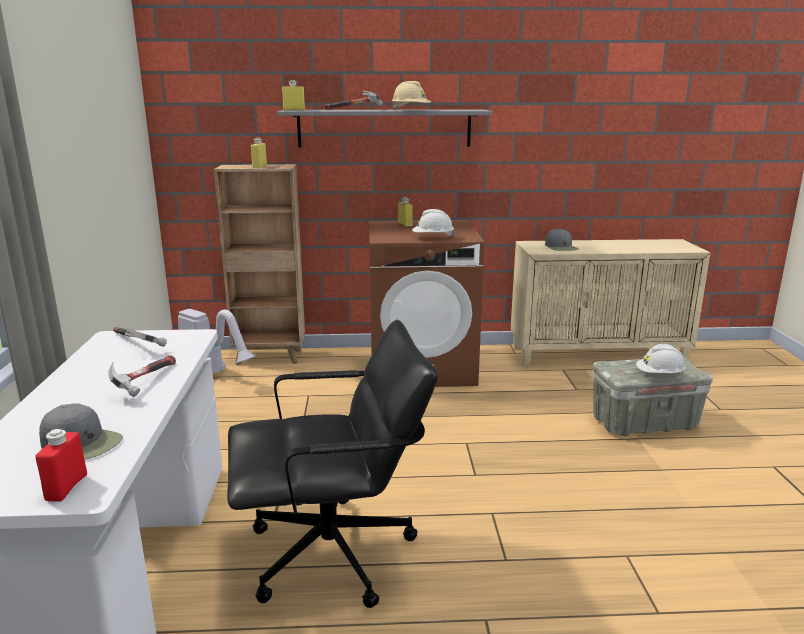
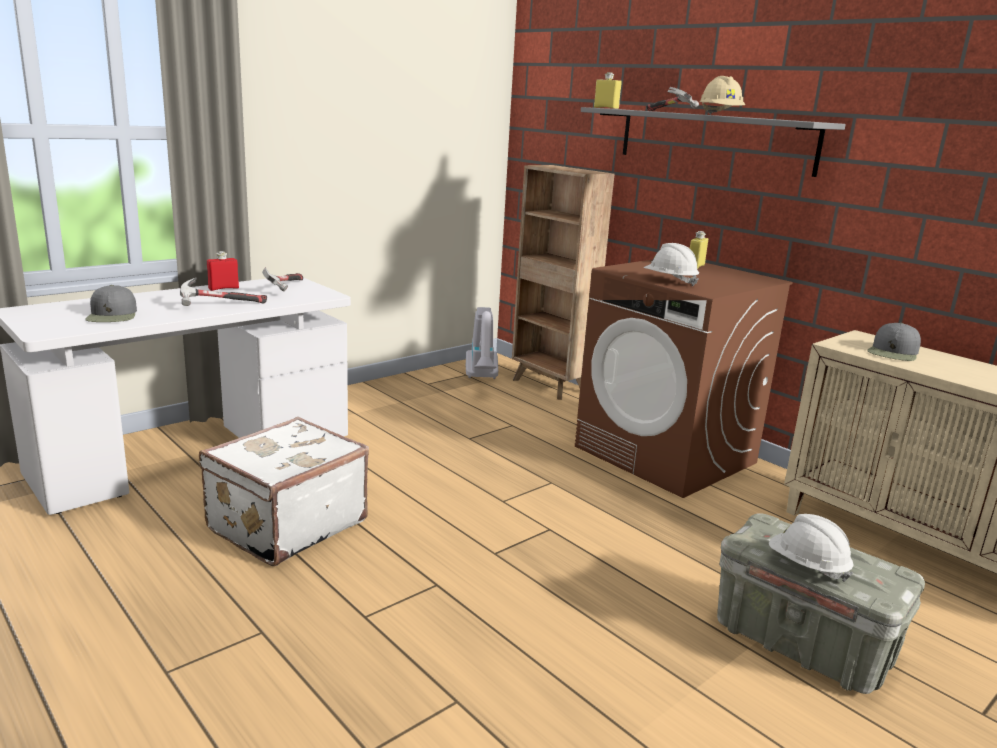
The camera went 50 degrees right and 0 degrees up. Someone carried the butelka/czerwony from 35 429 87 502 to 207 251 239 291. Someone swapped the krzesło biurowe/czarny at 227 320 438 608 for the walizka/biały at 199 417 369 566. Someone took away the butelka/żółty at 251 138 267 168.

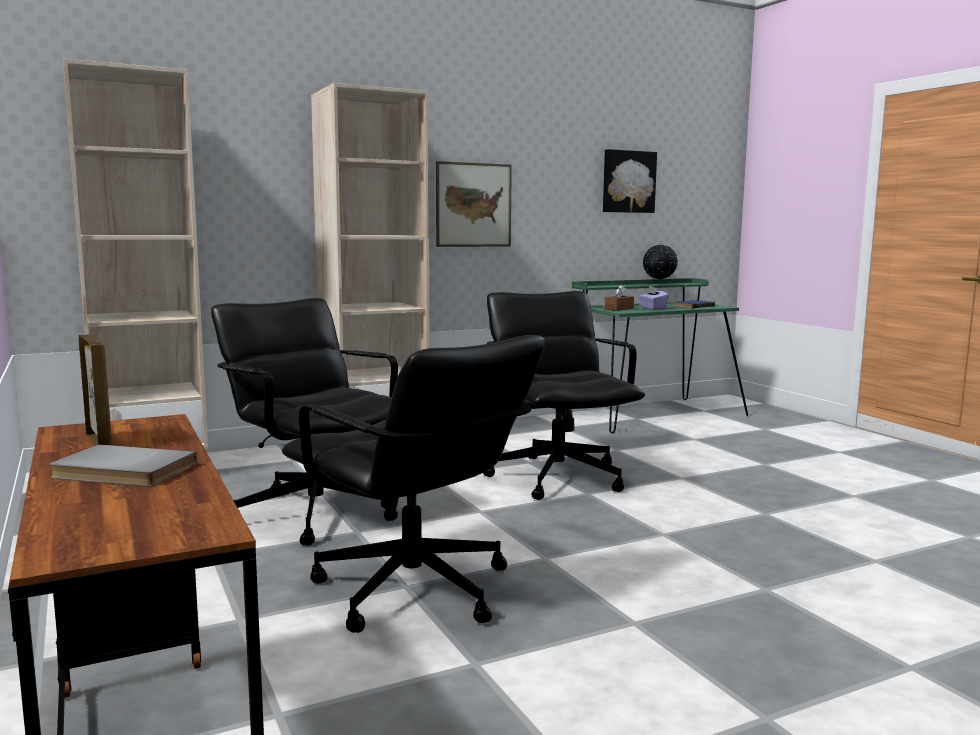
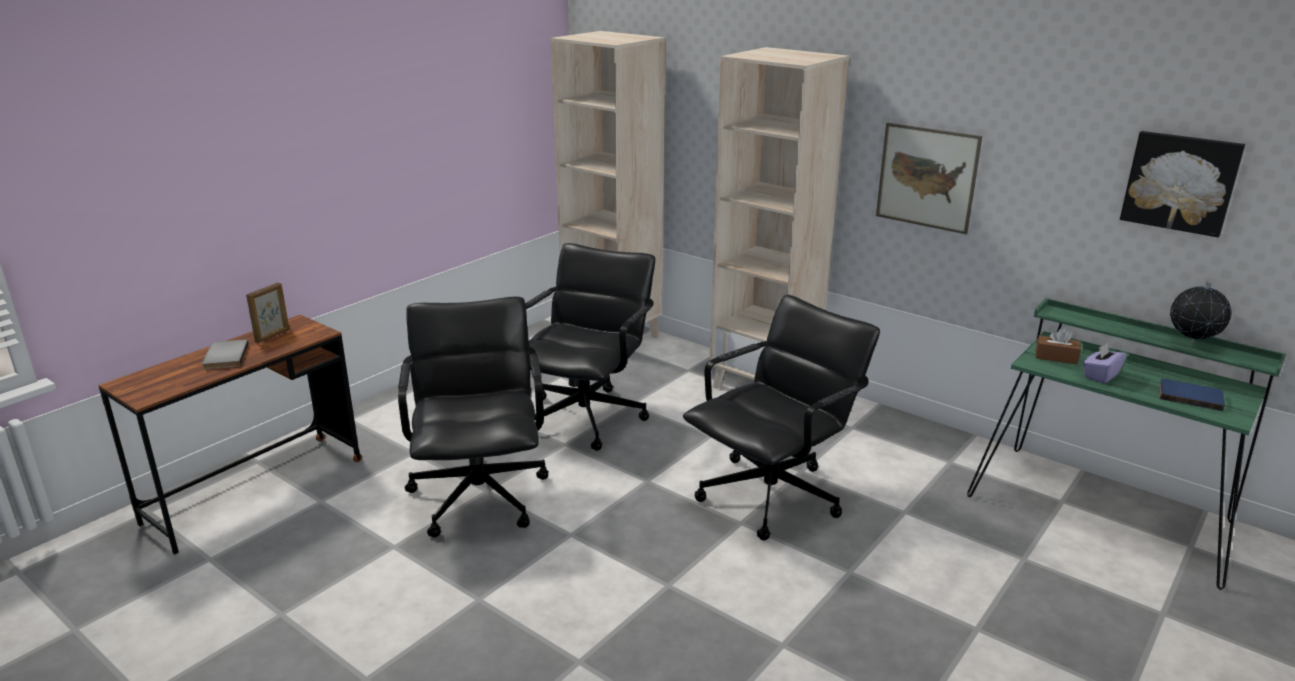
The camera went 65 degrees right and 15 degrees up. Someone rotated the krzesło biurowe/czarny at 282 335 545 633 by 150 degrees clockwise.

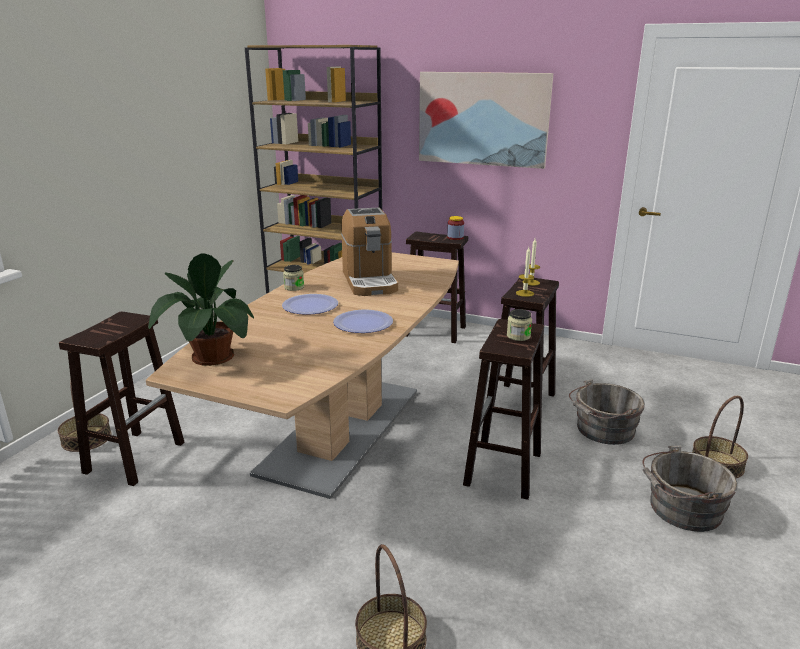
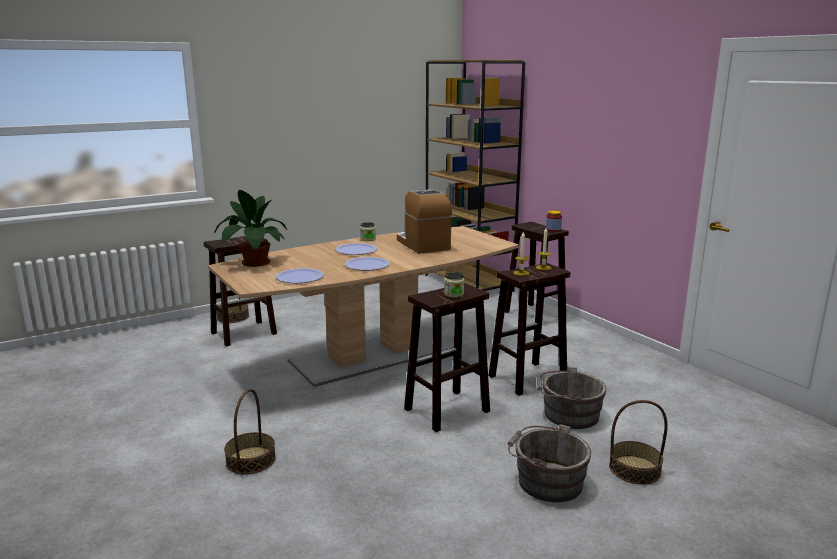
The camera went 35 degrees right and 5 degrees down. Someone rotated the ekspres do kawy at 341 208 398 296 by 135 degrees clockwise. Someone took away the obraz at 419 72 554 169. Someone put down the talerz at 275 268 324 283.

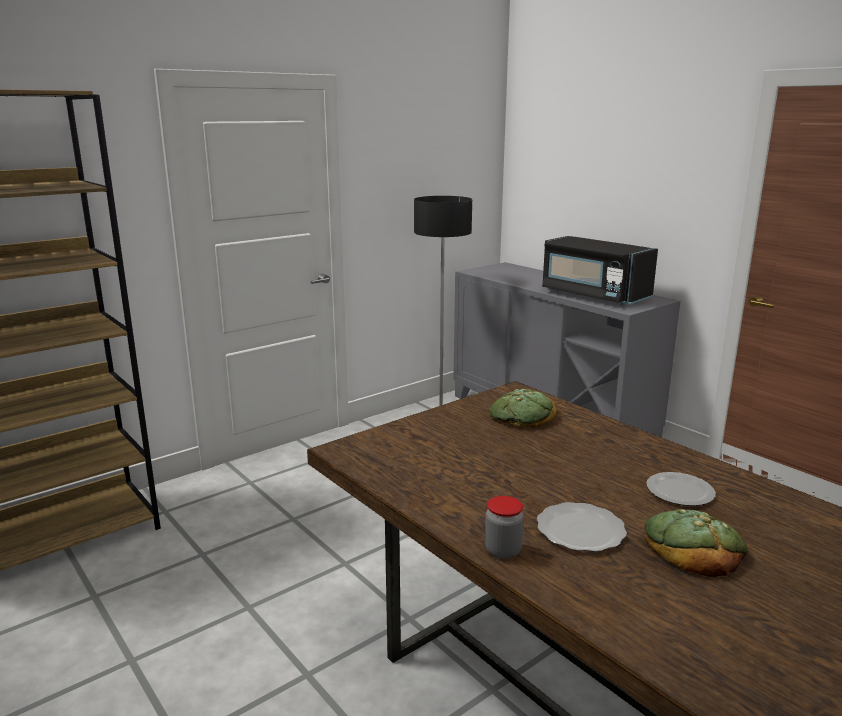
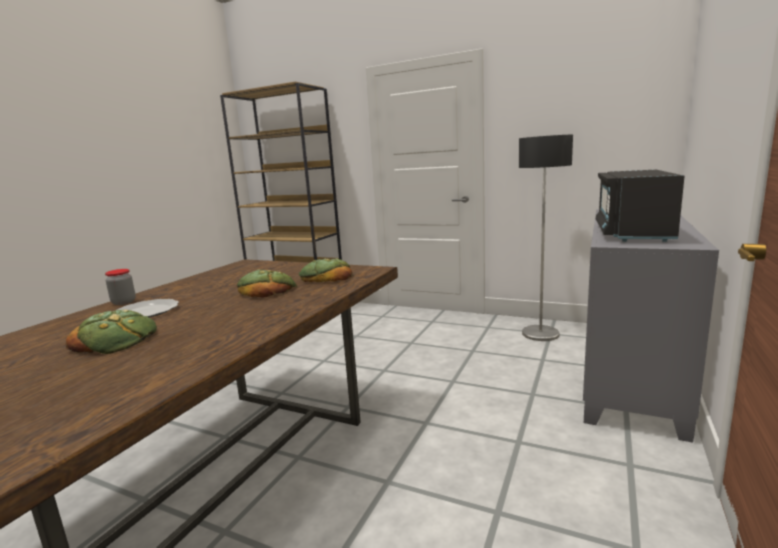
The camera went 65 degrees right and 5 degrees down. Someone took away the talerz at 646 472 716 506. Someone put down the chleb at 237 270 297 297.

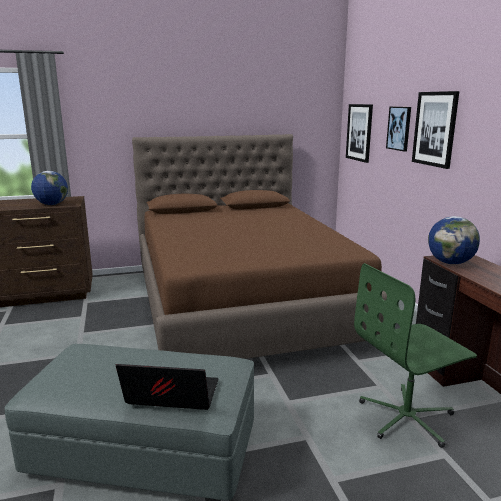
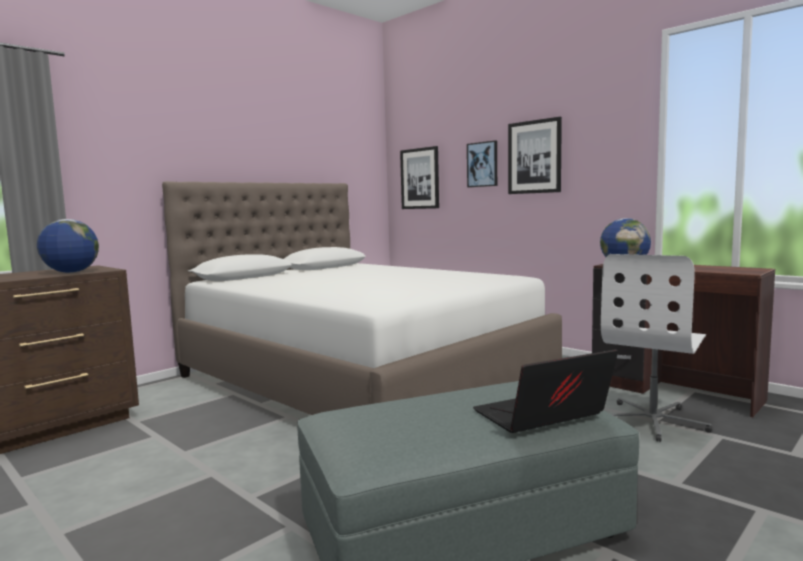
The camera went 30 degrees left and 10 degrees down. Someone repainted the łóżko/brązowy at 132 134 387 359, which became the łóżko/biały at 162 181 562 415. Someone repainted the krzesło biurowe/zielony at 354 263 477 448, which became the krzesło biurowe/biały at 601 254 712 442.

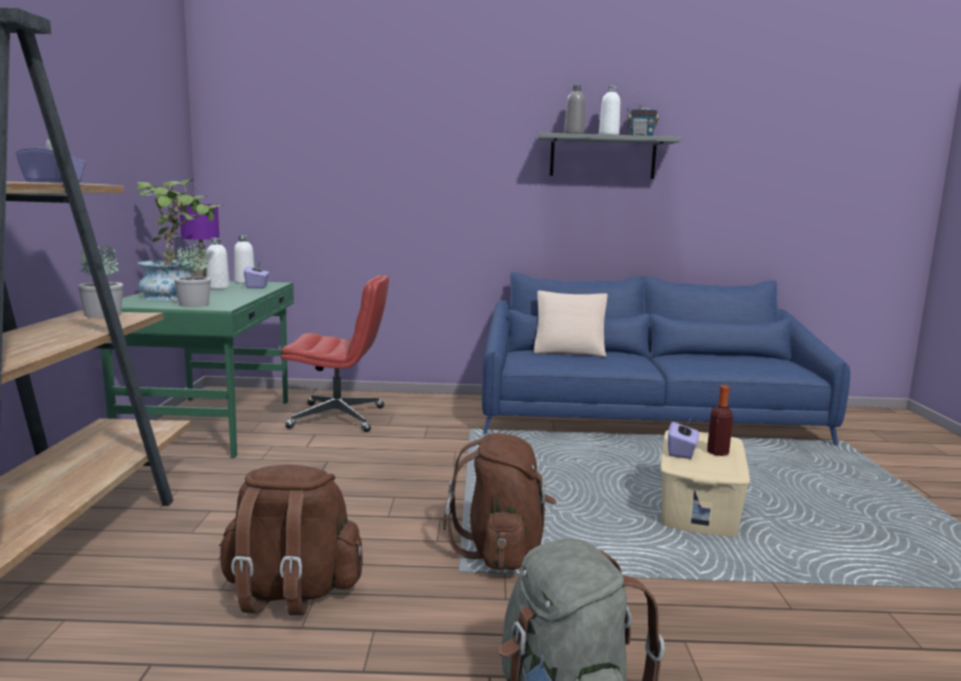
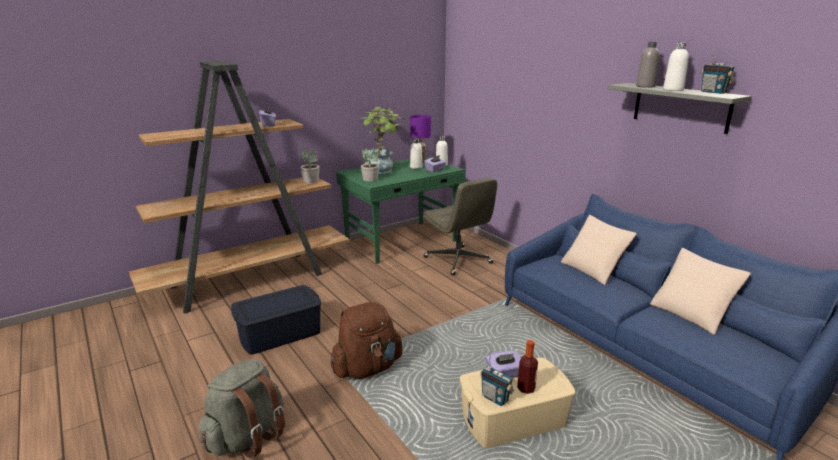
The camera went 55 degrees right and 10 degrees up. Someone swapped the plecak/brązowy at 219 465 363 615 for the pojemnik do przechowywania/niebieski at 231 285 321 355. Someone repainted the krzesło biurowe/czerwony at 281 275 389 432, which became the krzesło biurowe/szary at 423 177 497 275. Someone put down the radio at 480 353 514 406. Someone put down the poduszka/beżowy at 650 248 751 335.

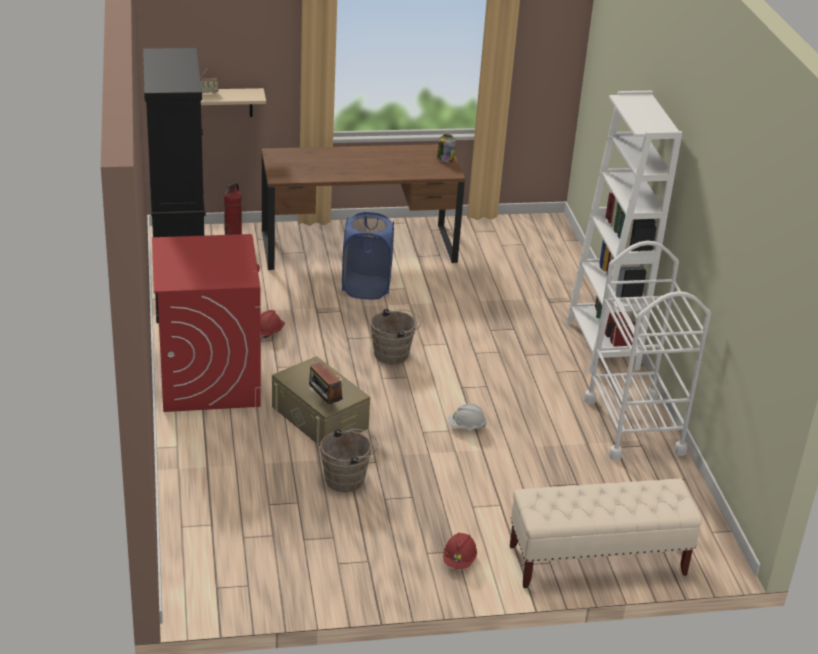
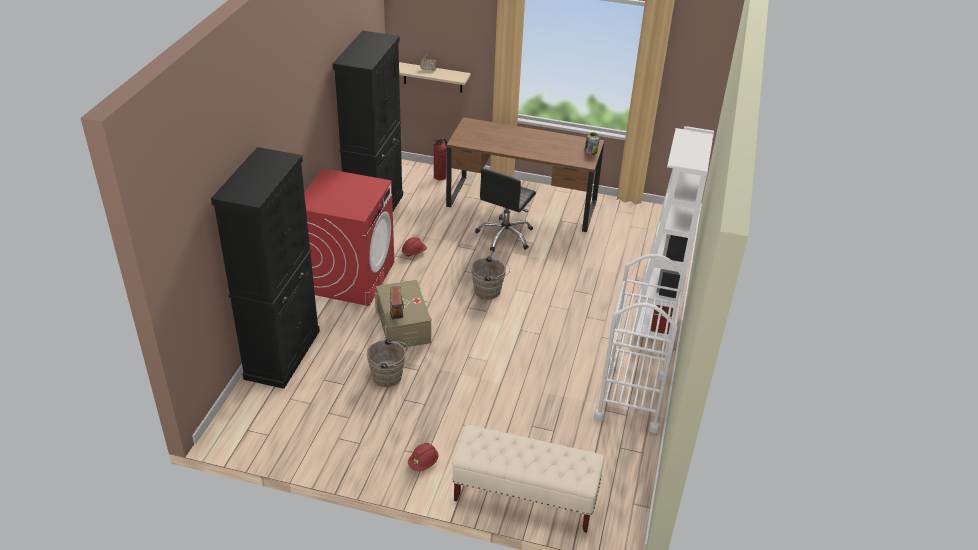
The camera went 25 degrees right and 5 degrees up. Someone swapped the kosz na pranie/niebieski at 342 212 394 299 for the krzesło biurowe/czarny at 475 168 536 252. Someone took away the kask/biały at 448 404 486 429. Someone put down the szafka/czarny at 211 147 320 389.

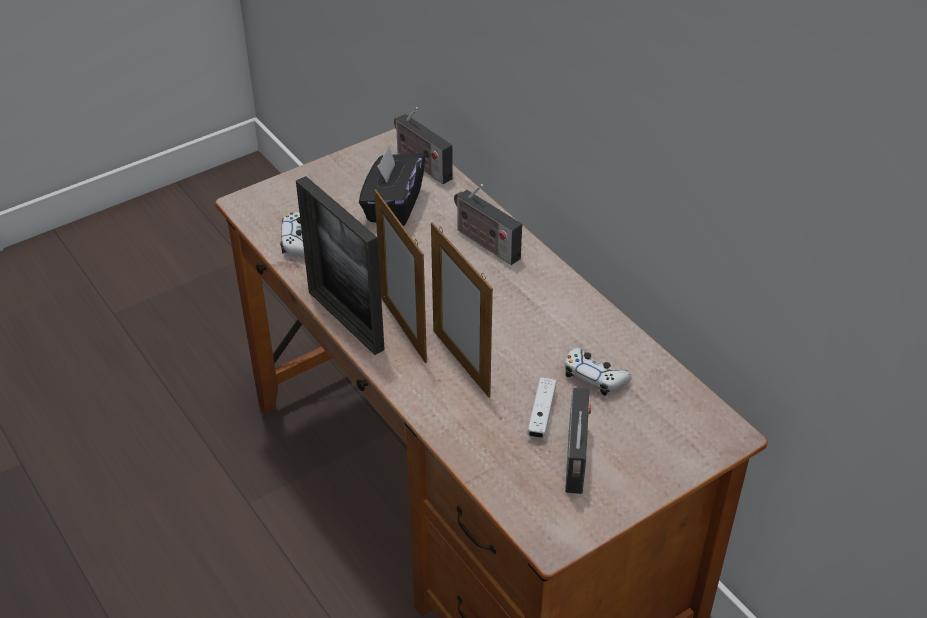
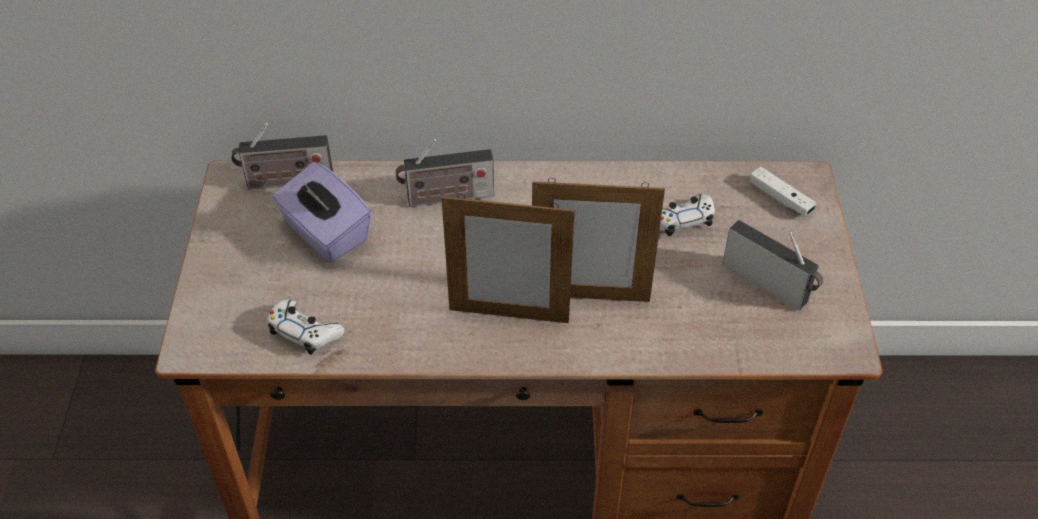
The camera went 55 degrees left and 5 degrees up. Someone took away the ramka na zdjęcie at 296 176 385 355. Someone repainted the pudełko chusteczek/czarny at 359 147 425 226, which became the pudełko chusteczek/fioletowy at 272 162 372 262. Someone carried the pad do gier/biały from 527 377 556 438 to 749 166 816 216.

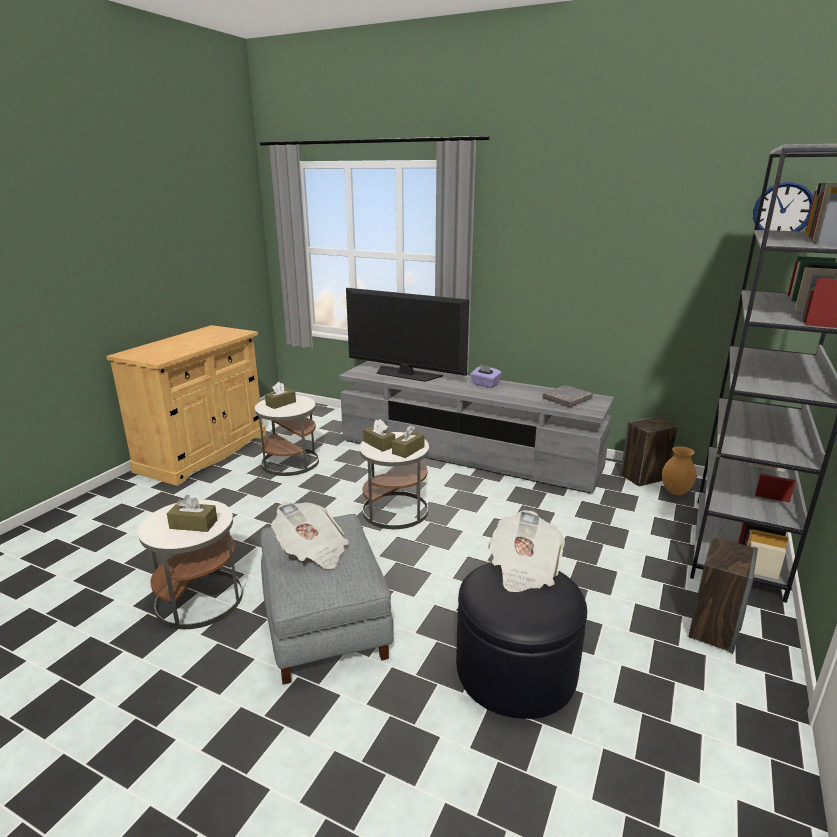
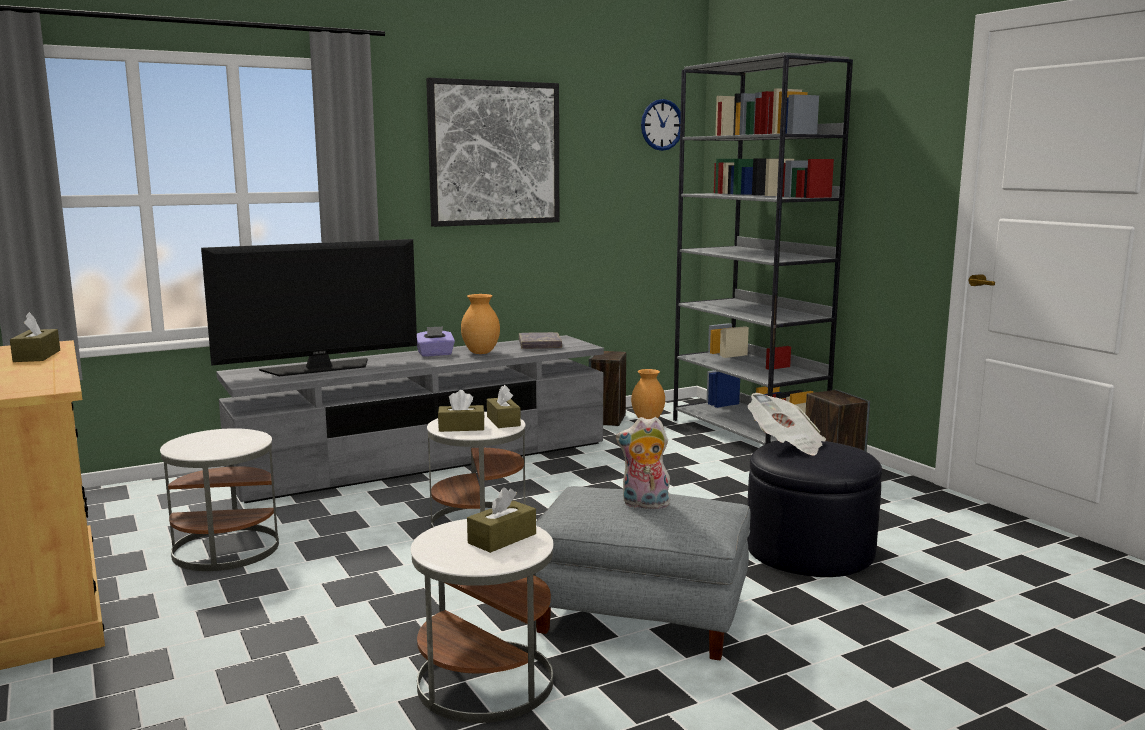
The camera went 55 degrees left and 10 degrees down. Someone carried the pudełko chusteczek/brązowy from 265 382 296 409 to 10 312 60 362. Someone swapped the gazeta at 271 502 349 569 for the pluszak at 616 417 670 511. Someone put up the obraz at 426 78 559 227. Someone put down the wazon/brązowy at 461 294 500 354.

